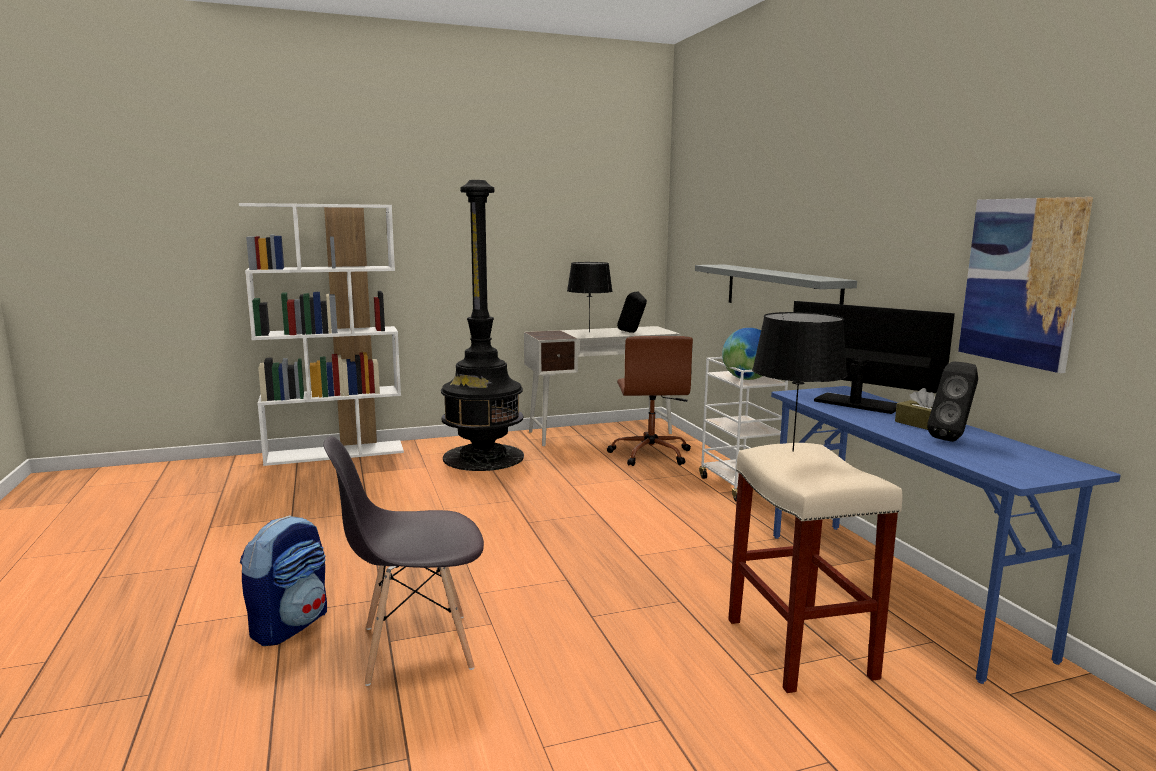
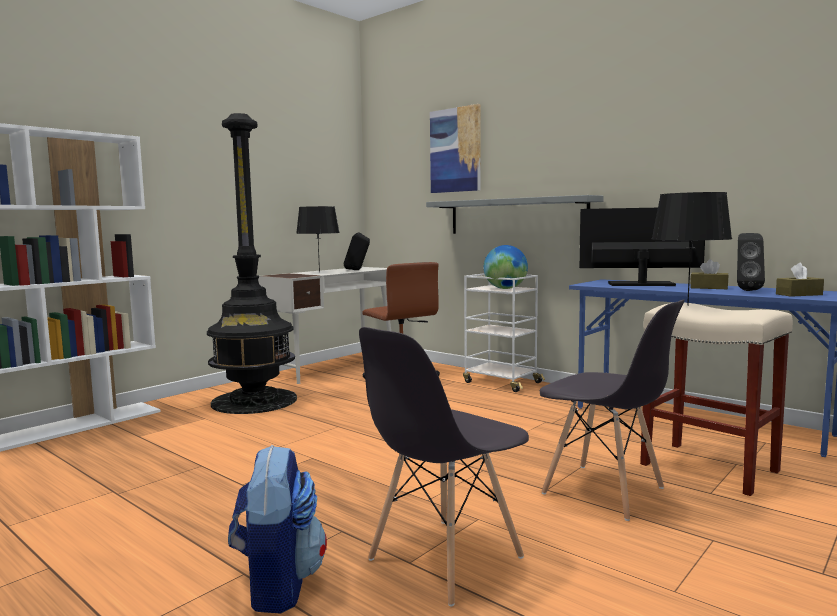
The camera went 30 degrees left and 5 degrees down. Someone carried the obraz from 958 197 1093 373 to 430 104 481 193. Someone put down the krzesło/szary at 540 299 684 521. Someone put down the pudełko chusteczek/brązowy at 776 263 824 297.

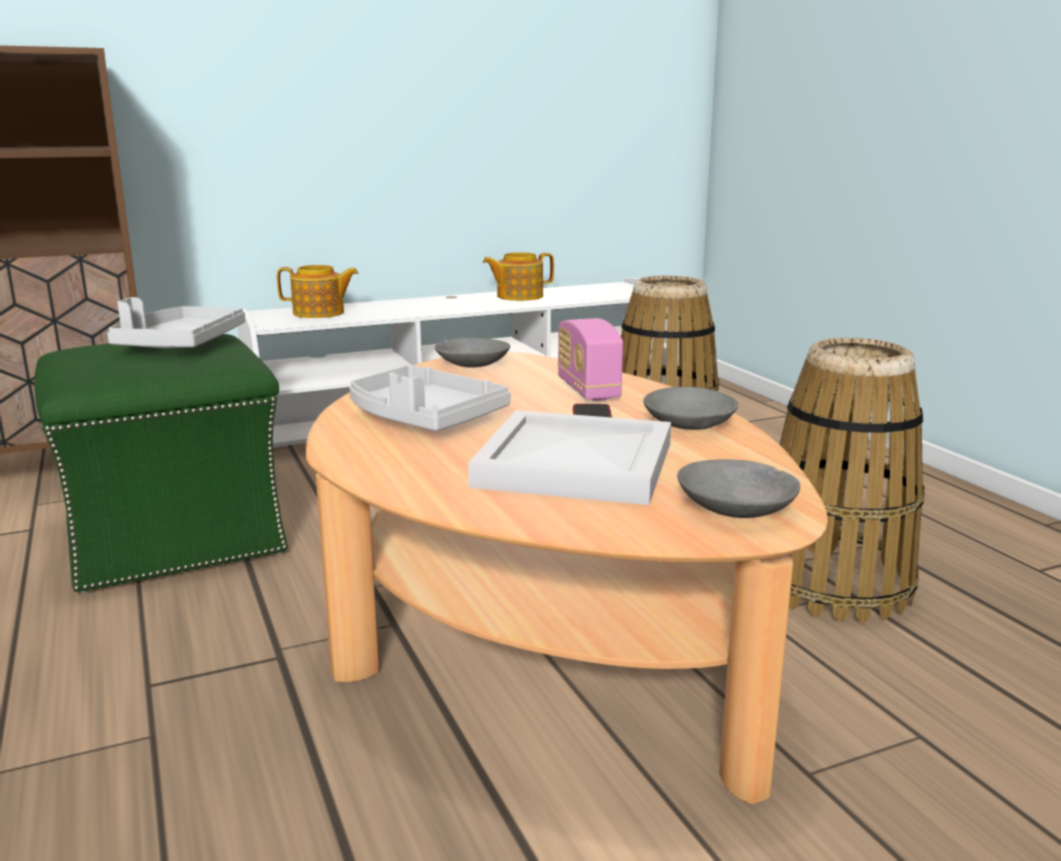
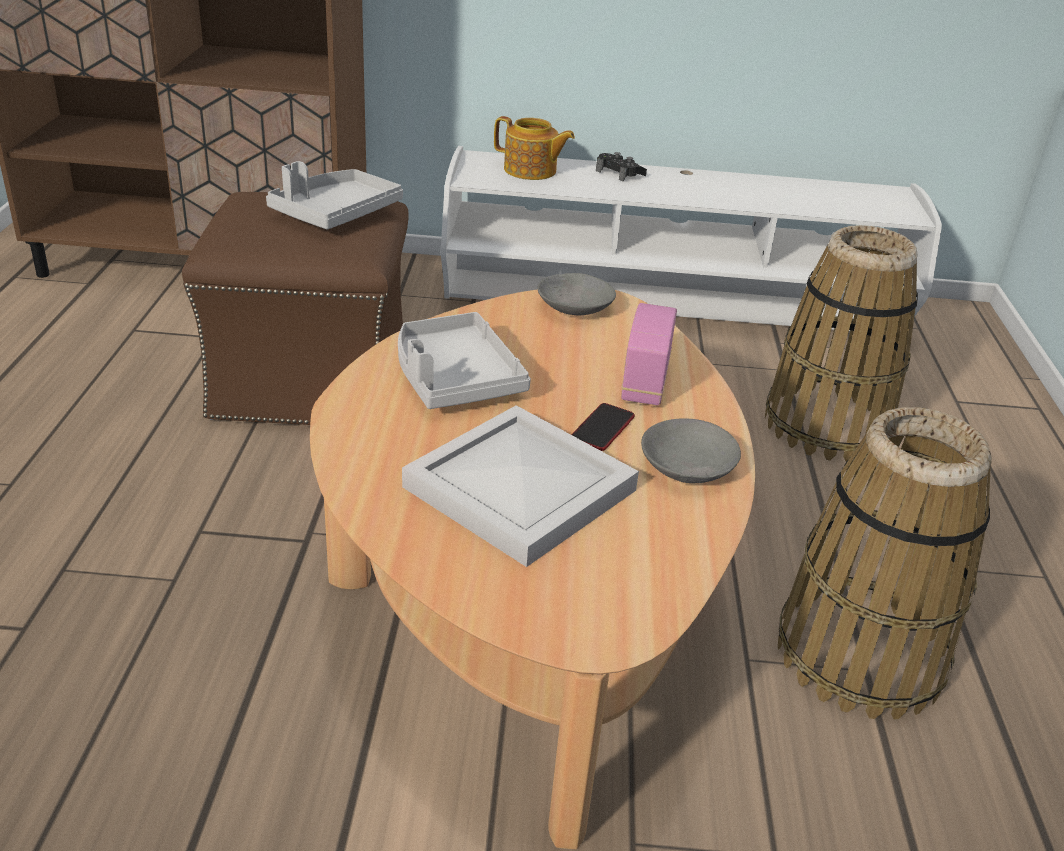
The camera went 25 degrees right and 15 degrees up. Someone repainted the pufa/zielony at 35 334 288 593, which became the pufa/brązowy at 182 192 409 425. Someone took away the imbryk at 483 252 554 301. Someone took away the miska/szary at 677 459 800 518. Someone put down the pad do gier/czarny at 596 152 647 181.

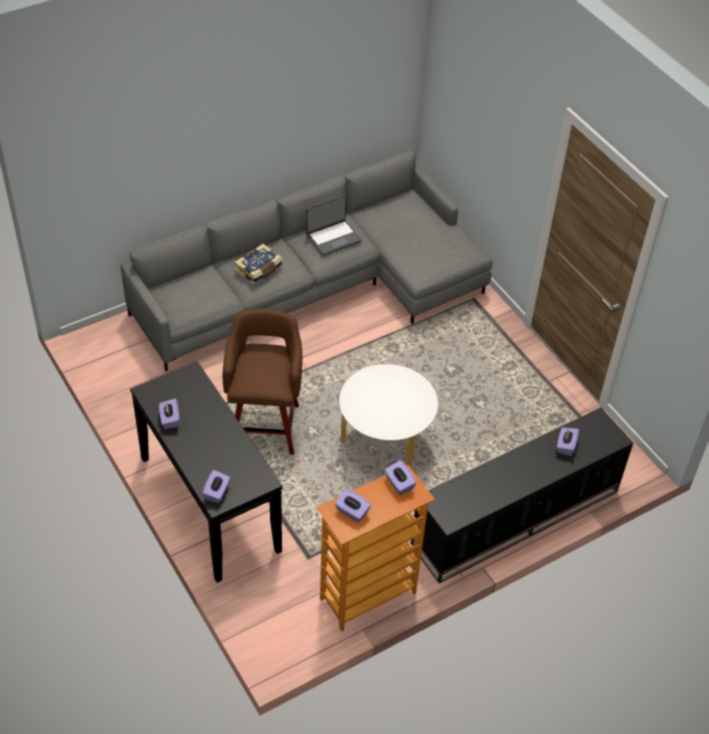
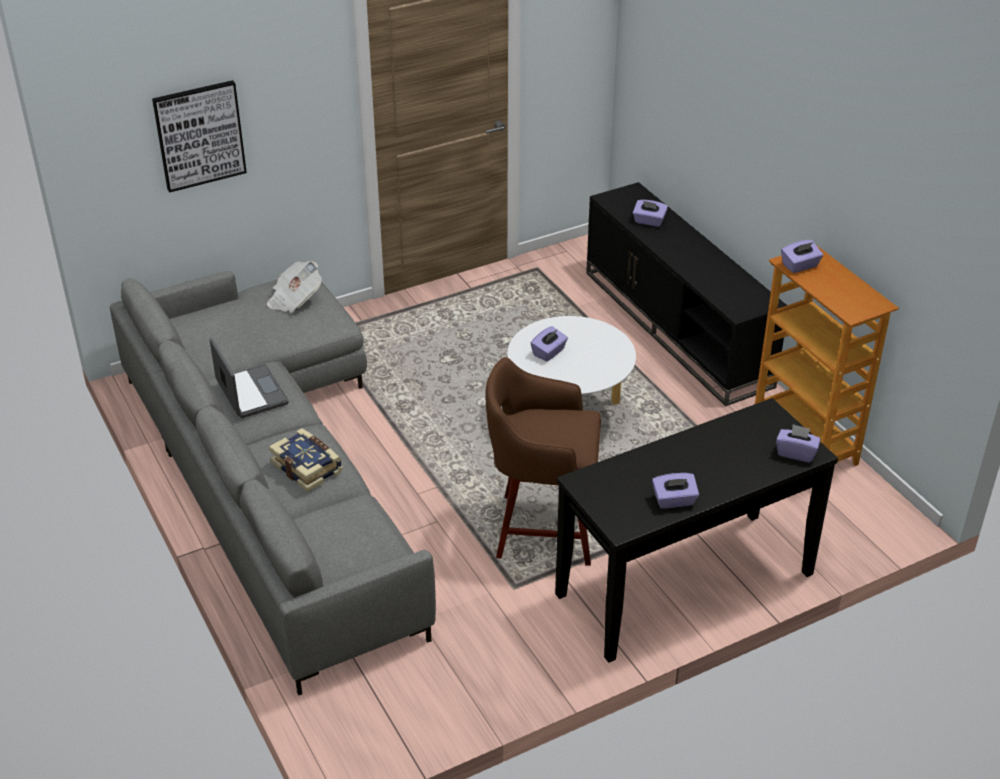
The camera went 85 degrees left and 10 degrees down. Someone carried the pudełko chusteczek/fioletowy from 335 489 371 523 to 531 326 568 362. Someone put up the obraz at 152 80 247 192. Someone put down the gazeta at 267 261 322 313.

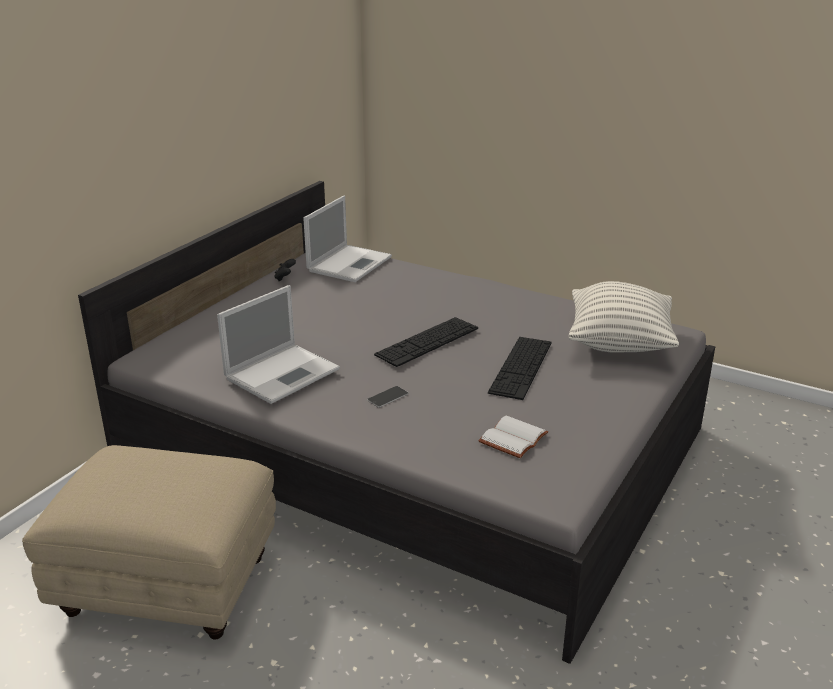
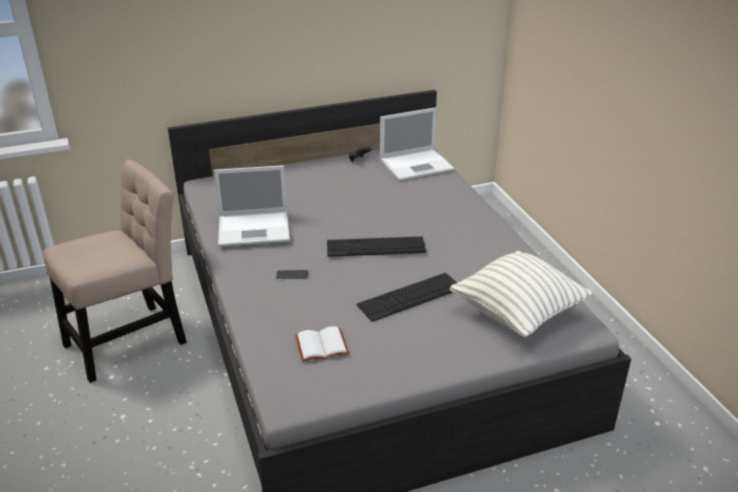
The camera went 40 degrees right and 5 degrees up. Someone swapped the pufa/beżowy at 22 445 276 640 for the krzesło/beżowy at 43 160 187 383.

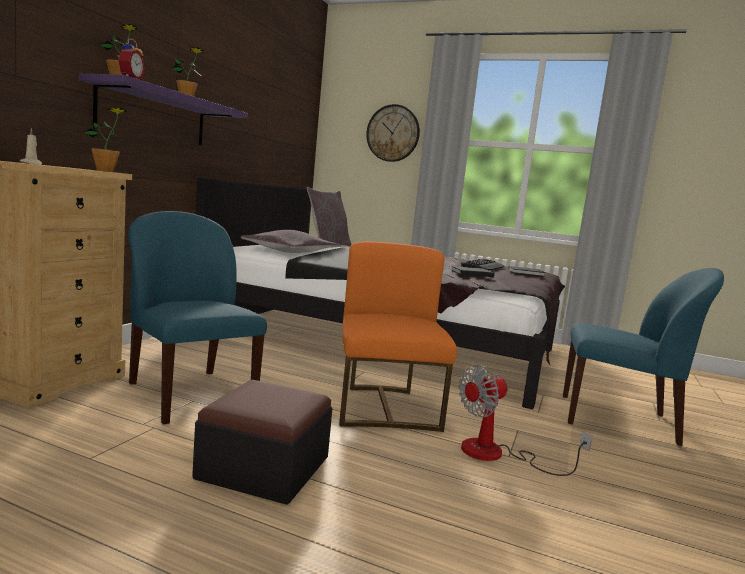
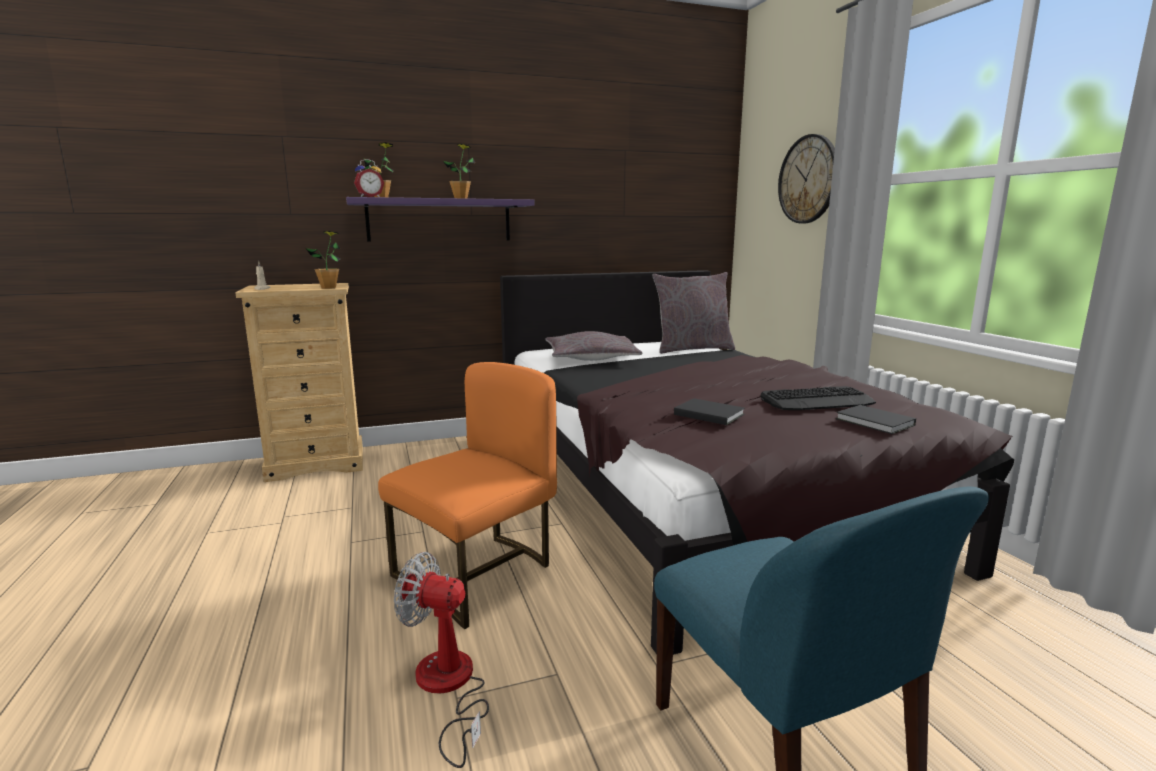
The camera went 50 degrees right and 5 degrees up. Someone took away the krzesło/niebieski at 128 211 267 424. Someone took away the pufa at 192 380 333 505.

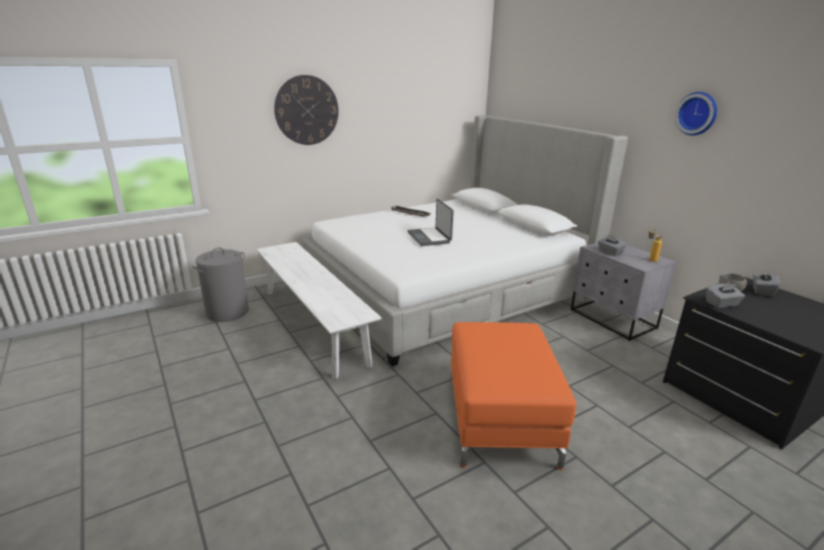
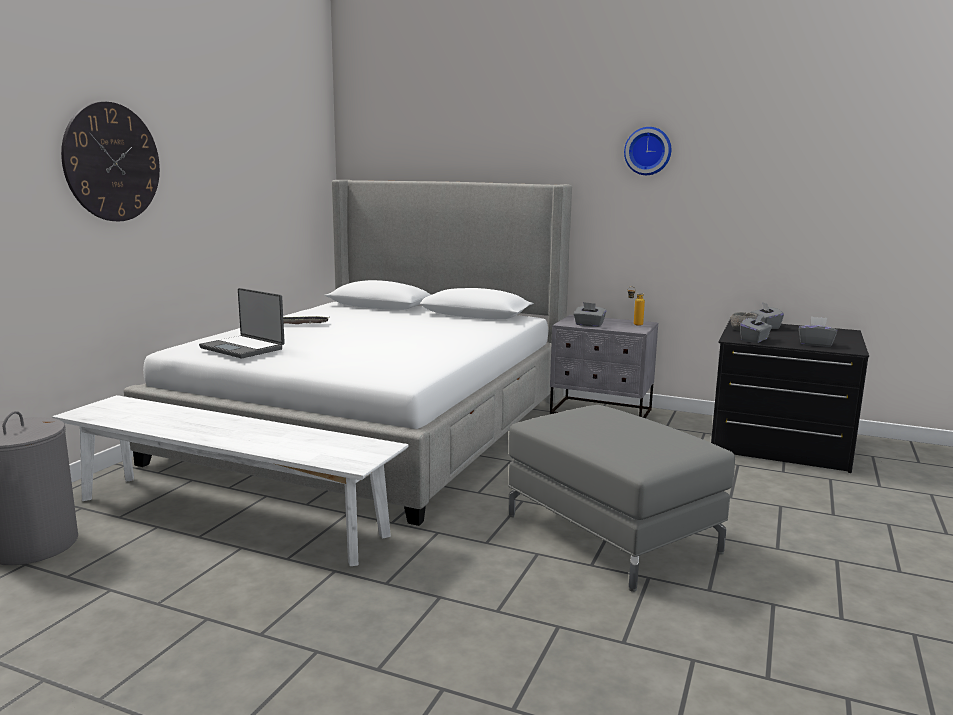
The camera went 35 degrees left and 10 degrees down. Someone carried the laptop from 408 199 454 246 to 199 288 285 358. Someone repainted the pufa/pomarańczowy at 451 322 576 470, which became the pufa/szary at 508 405 735 592. Someone put down the pudełko chusteczek/szary at 799 317 837 347.

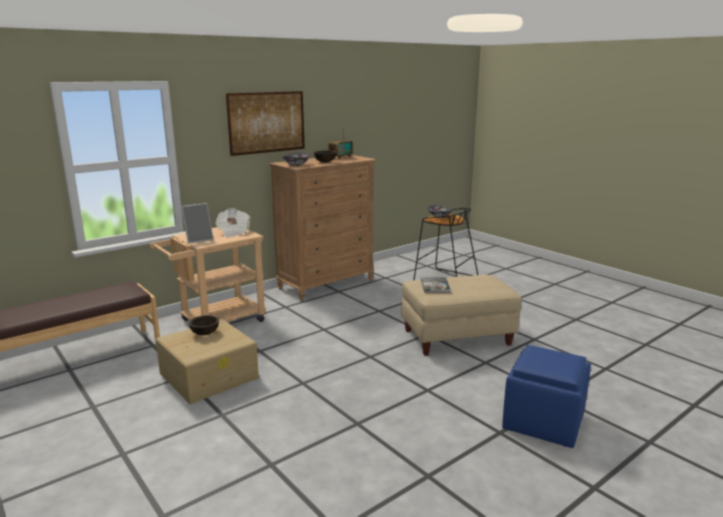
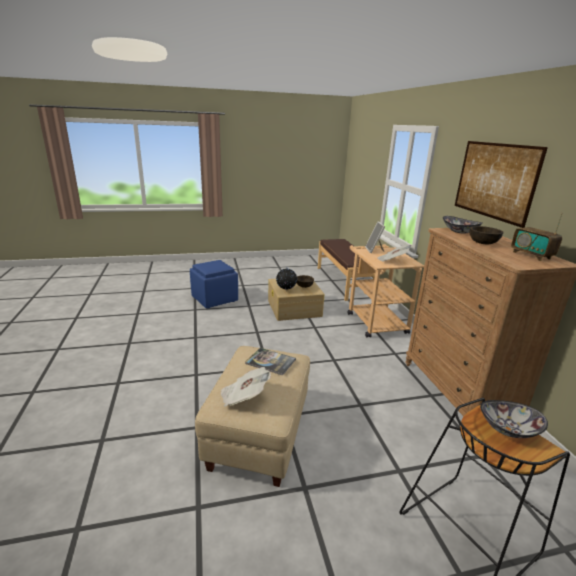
The camera went 115 degrees right and 5 degrees up. Someone carried the pufa/niebieski from 502 345 591 448 to 190 260 238 308. Someone put down the gazeta at 221 367 271 407. Someone put down the globus at 276 267 297 292.

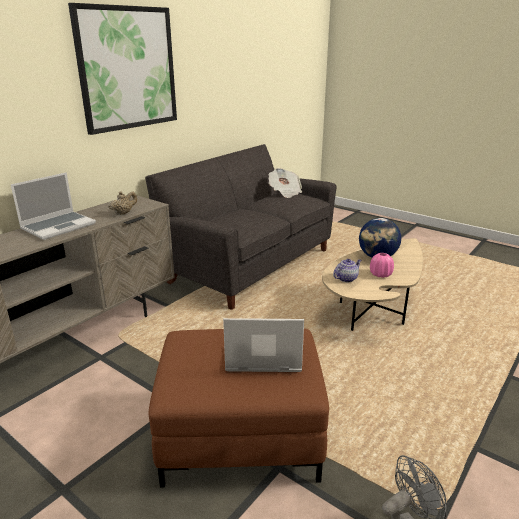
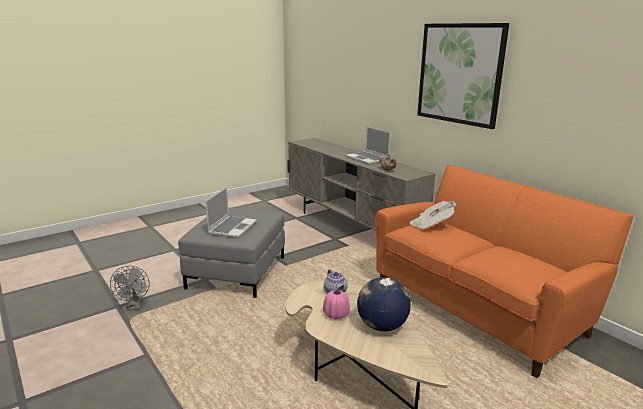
The camera went 105 degrees right and 5 degrees down. Someone repainted the kanapa/szary at 145 144 336 310, which became the kanapa/pomarańczowy at 375 165 634 378. Someone repainted the pufa/brązowy at 149 328 329 488, which became the pufa/szary at 178 207 285 298. Someone carried the gazeta from 268 168 302 198 to 410 201 456 230.

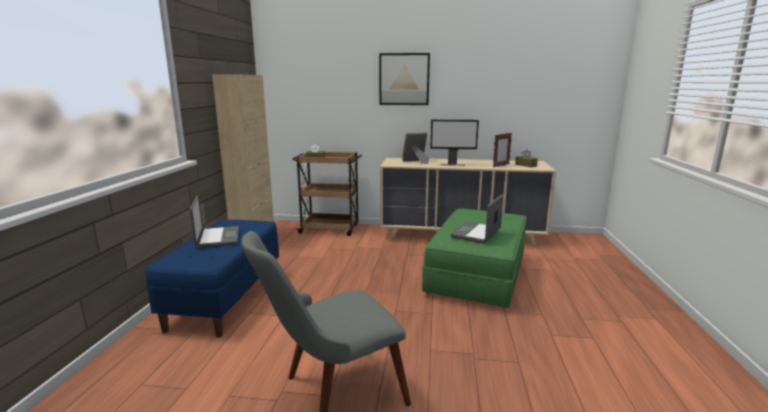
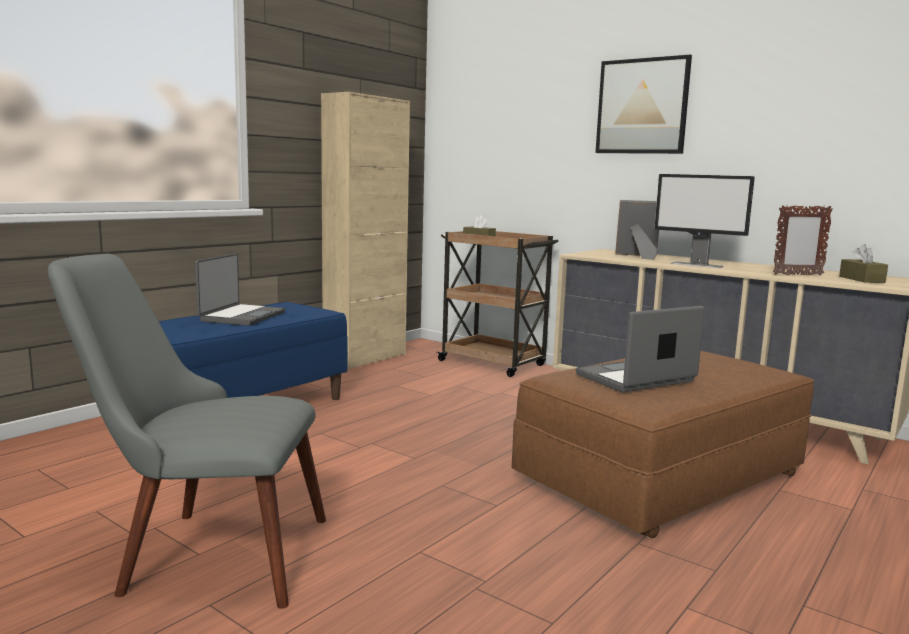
The camera went 30 degrees right and 5 degrees down. Someone repainted the pufa/zielony at 422 208 527 308, which became the pufa/brązowy at 512 350 815 538.

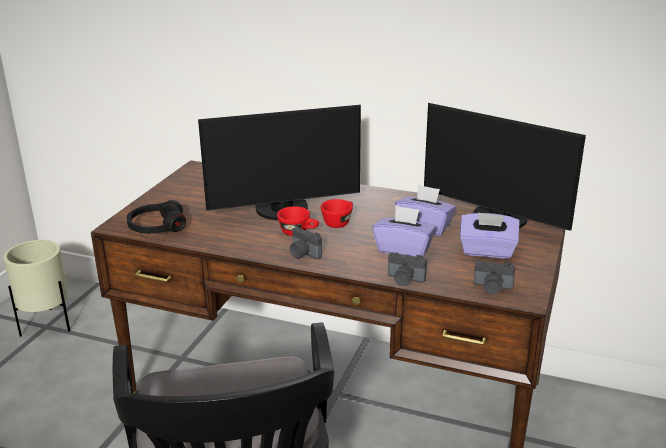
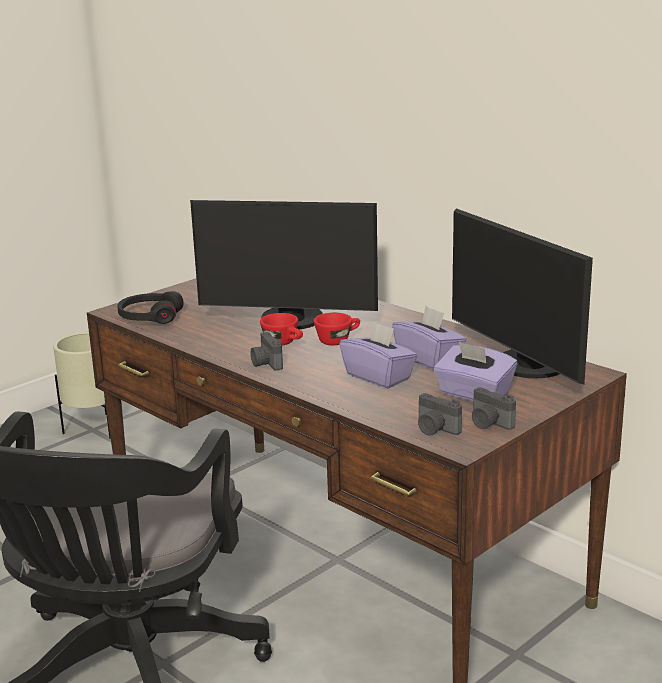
The camera went 25 degrees right and 5 degrees down. Someone carried the aparat fotograficzny from 388 252 427 286 to 472 387 516 430.

